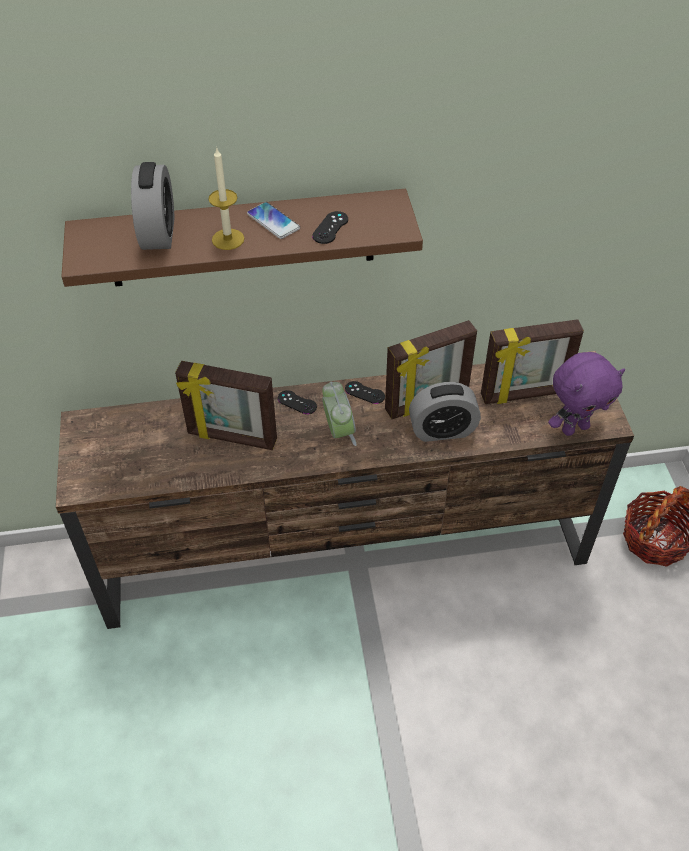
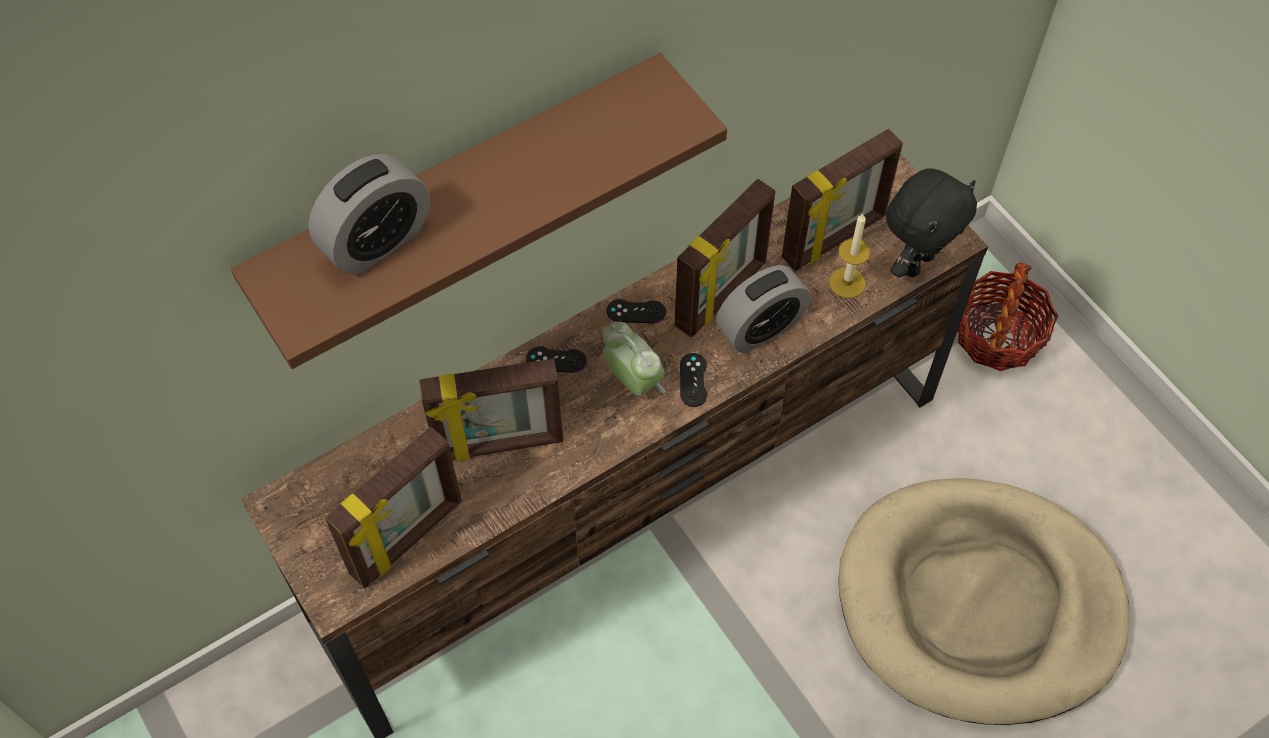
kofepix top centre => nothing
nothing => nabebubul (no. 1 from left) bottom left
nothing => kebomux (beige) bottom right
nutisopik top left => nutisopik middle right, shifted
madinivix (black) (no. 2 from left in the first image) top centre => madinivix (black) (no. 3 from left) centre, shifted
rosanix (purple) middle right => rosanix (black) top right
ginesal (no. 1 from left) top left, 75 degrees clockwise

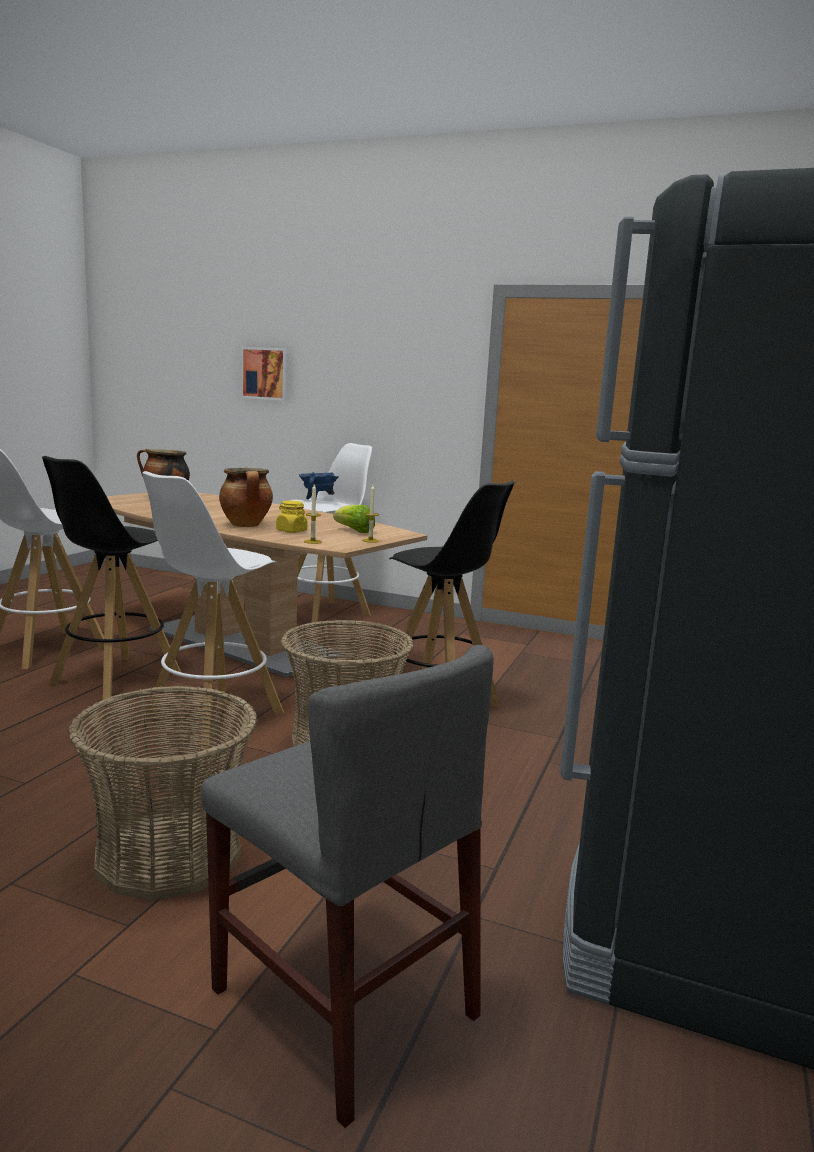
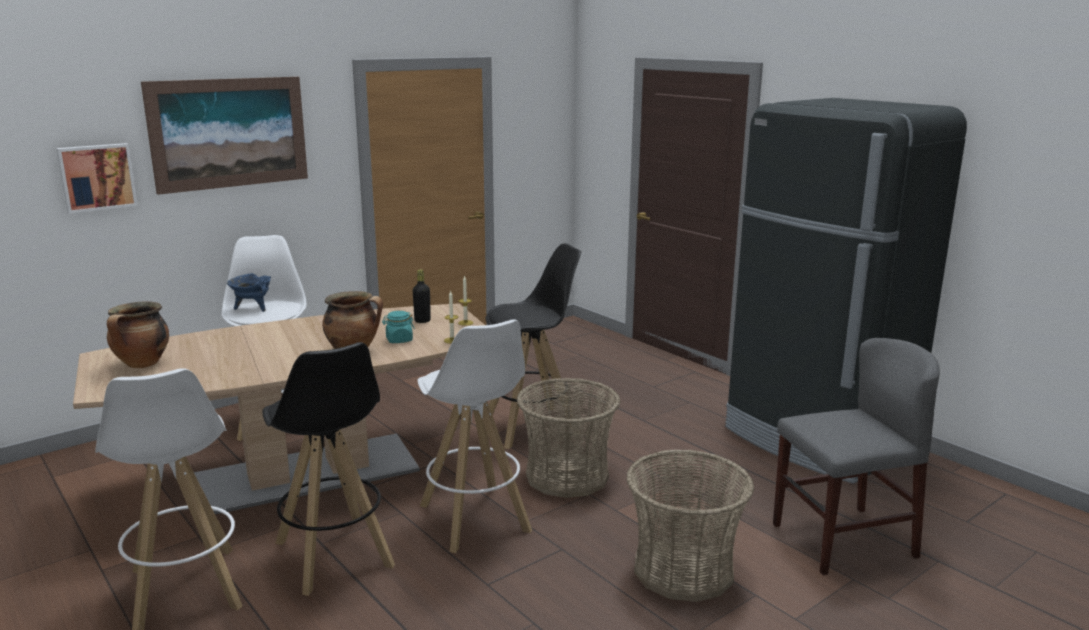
nothing => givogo (no. 2 from left) top left
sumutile centre => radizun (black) centre
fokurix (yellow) centre => fokurix (turquoise) centre

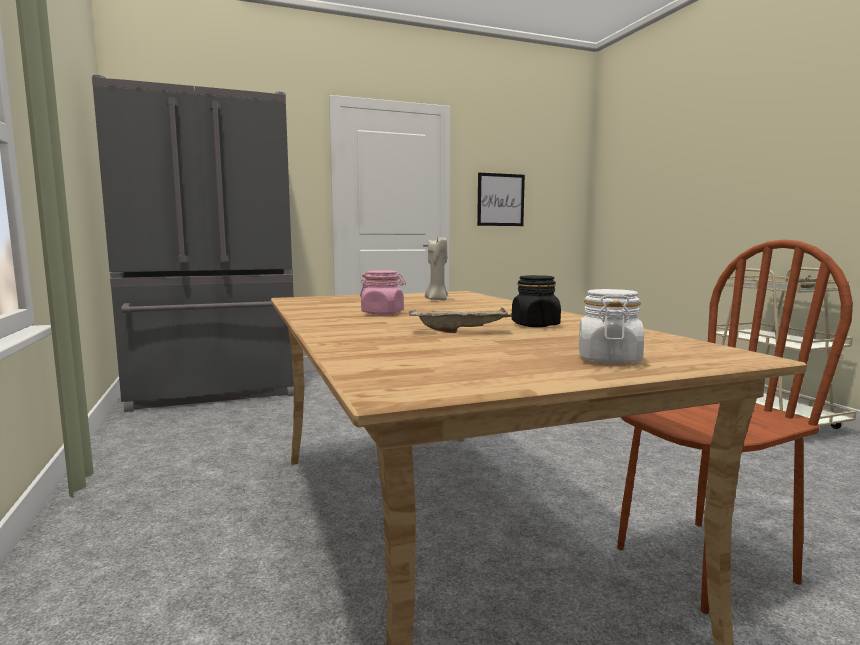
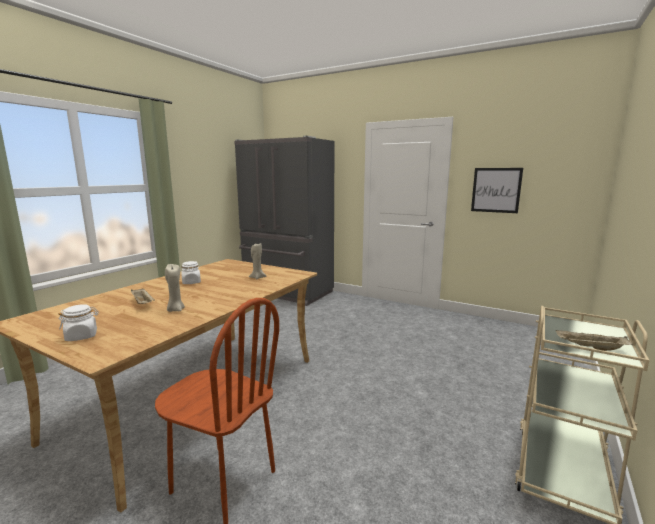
fokurix (black) centre => nutisopik (beige) (no. 1 from left) middle left
fokurix (pink) centre => fokurix (white) (no. 2 from left) middle left

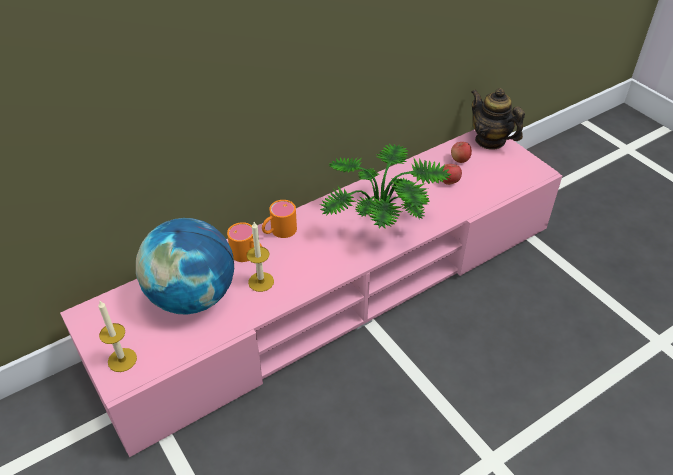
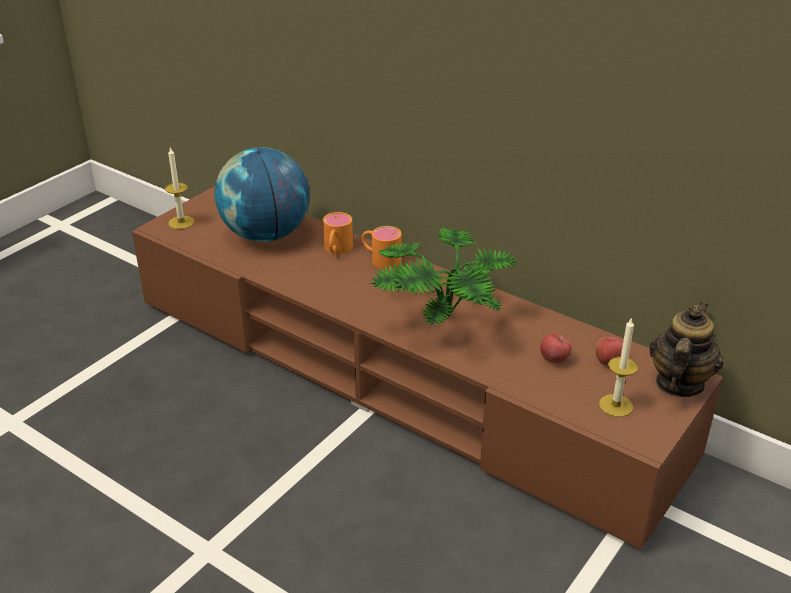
nutisopik (no. 2 from left) centre => nutisopik (no. 2 from left) middle right, shifted
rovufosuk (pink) centre => rovufosuk (brown) centre

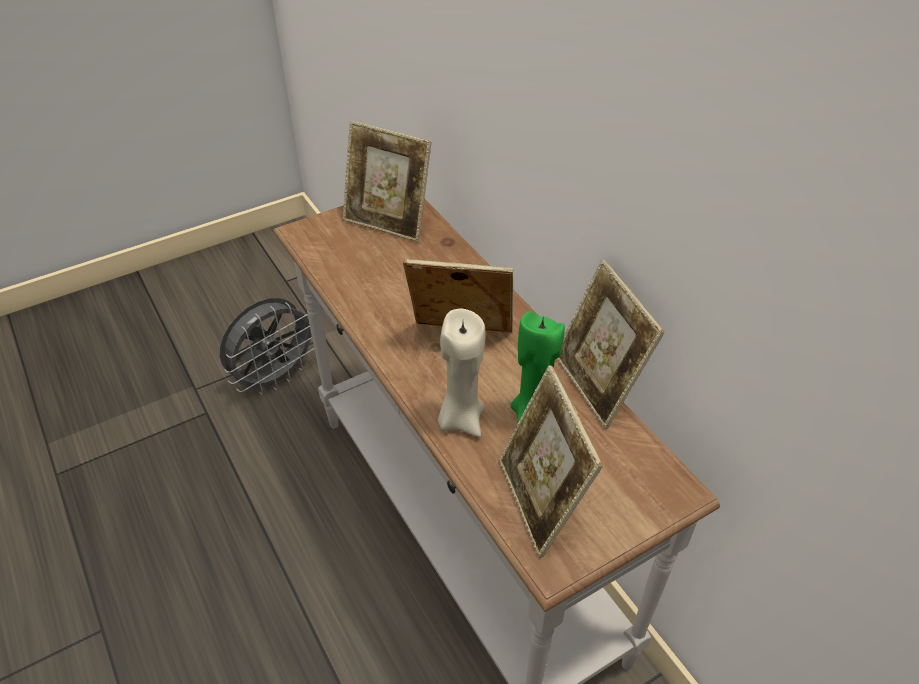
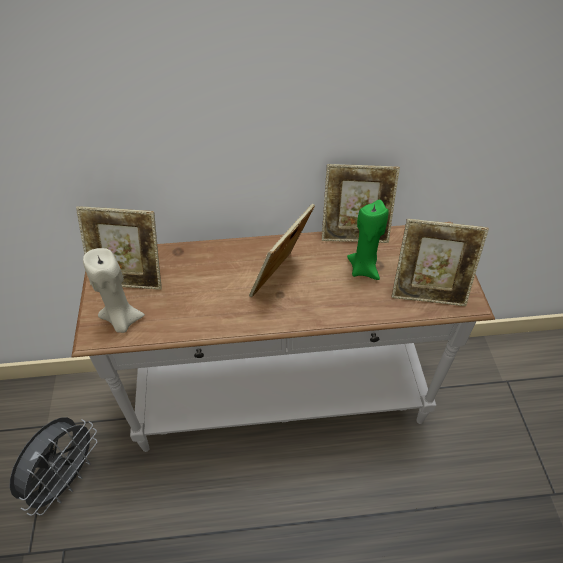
nutisopik (beige) centre => nutisopik (beige) middle left, shifted
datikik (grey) middle left => datikik (grey) bottom left, 45 degrees clockwise
nabebubul (no. 1 from left) top centre => nabebubul (no. 1 from left) middle left, 45 degrees clockwise

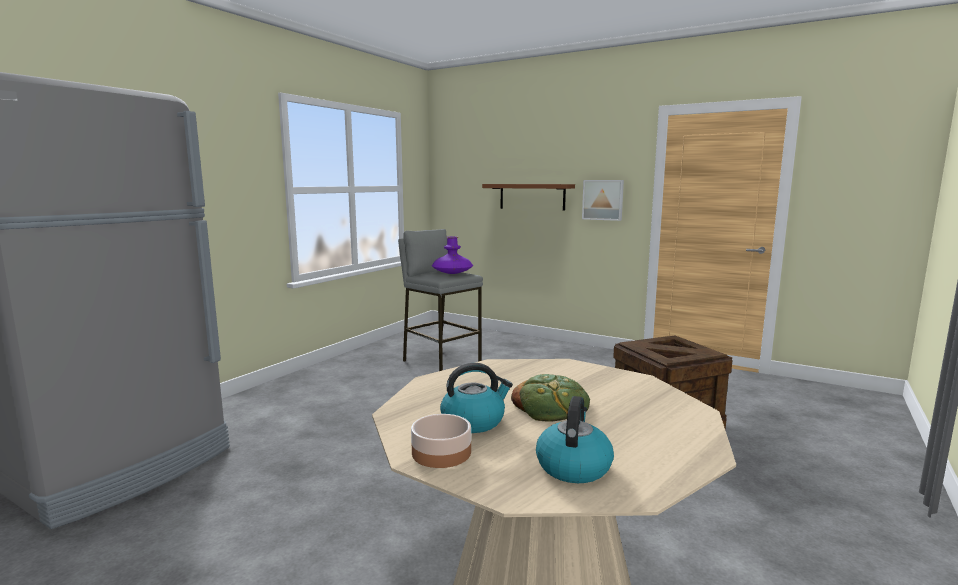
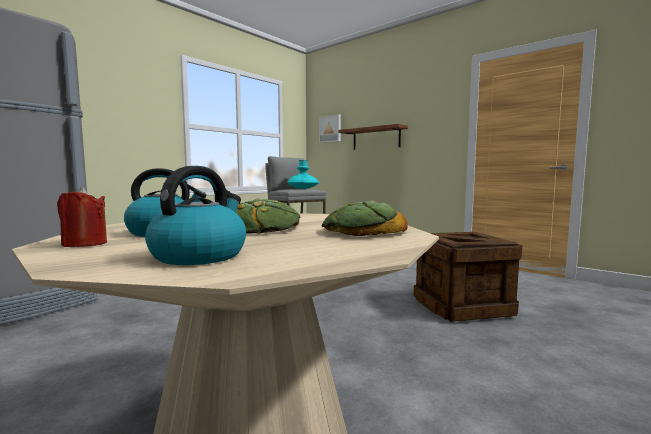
nothing => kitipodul (no. 2 from left) centre
givogo centre => givogo top centre, shifted
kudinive bottom centre => nutisopik (red) middle left
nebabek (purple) centre => nebabek (turquoise) centre

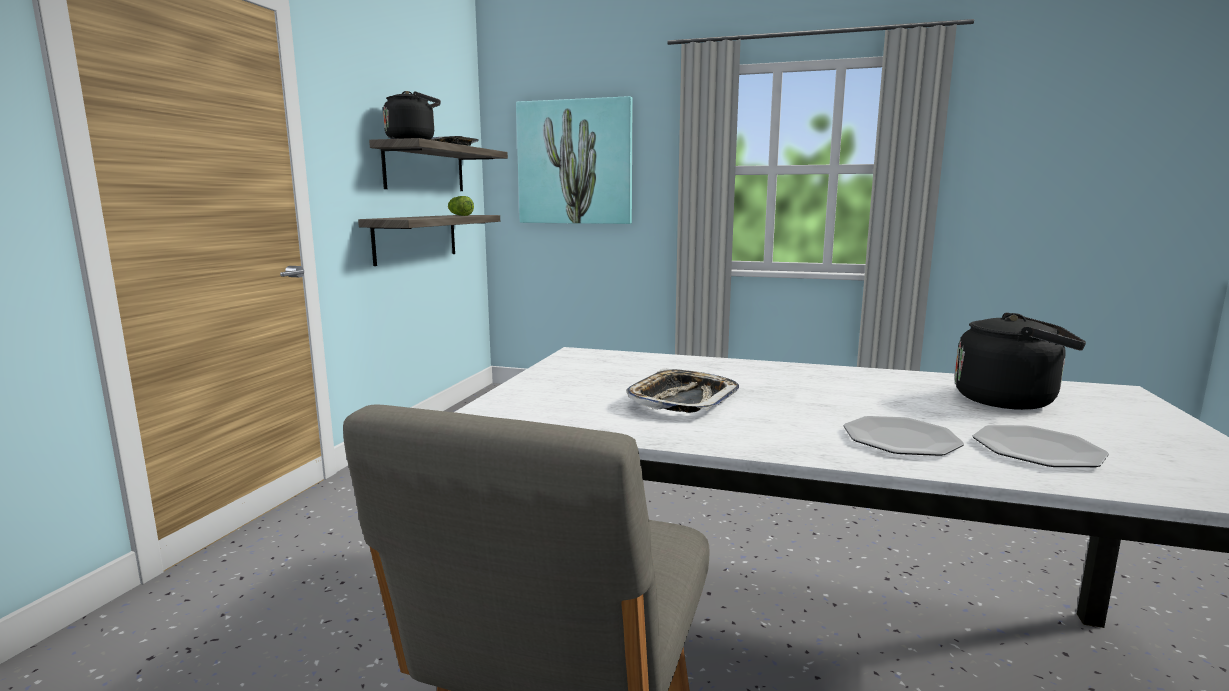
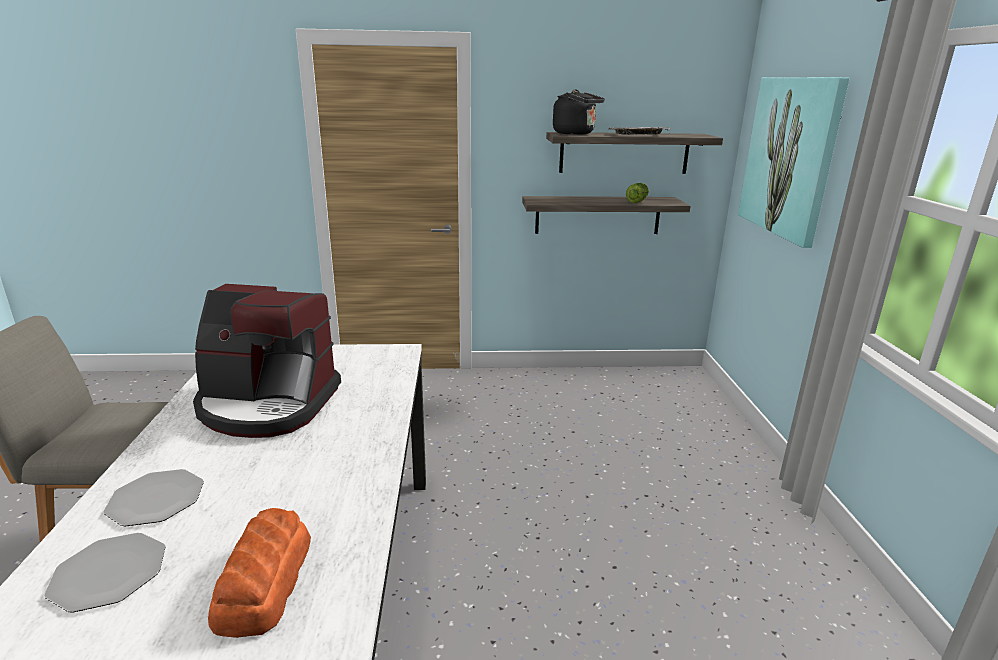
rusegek (no. 2 from left) centre => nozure middle left
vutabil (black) (no. 2 from left) middle right => kitipodul bottom left

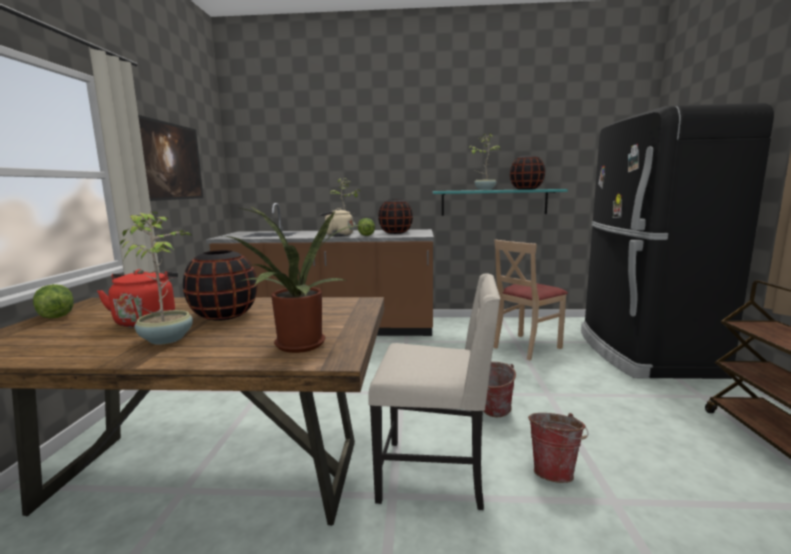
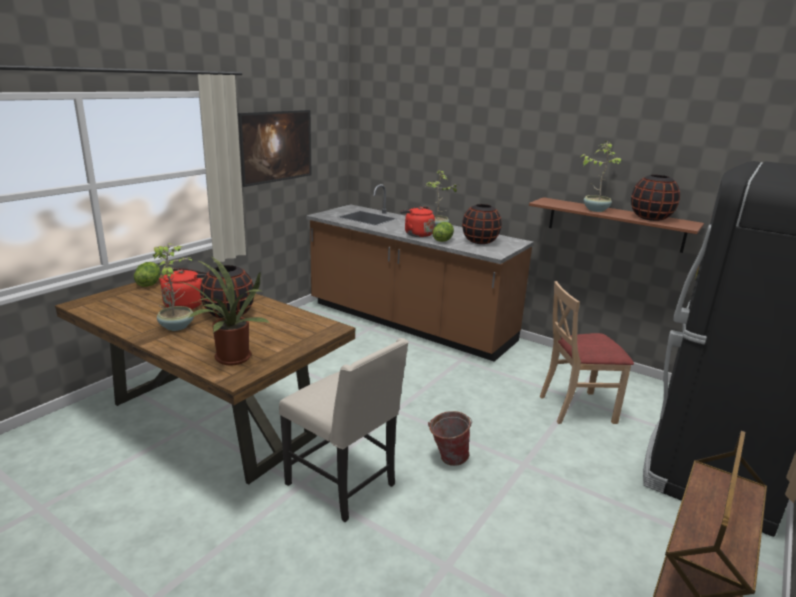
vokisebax (no. 2 from left) bottom right => nothing
vutabil (beige) centre => vutabil (red) (no. 2 from left) centre
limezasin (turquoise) centre => limezasin (brown) middle right

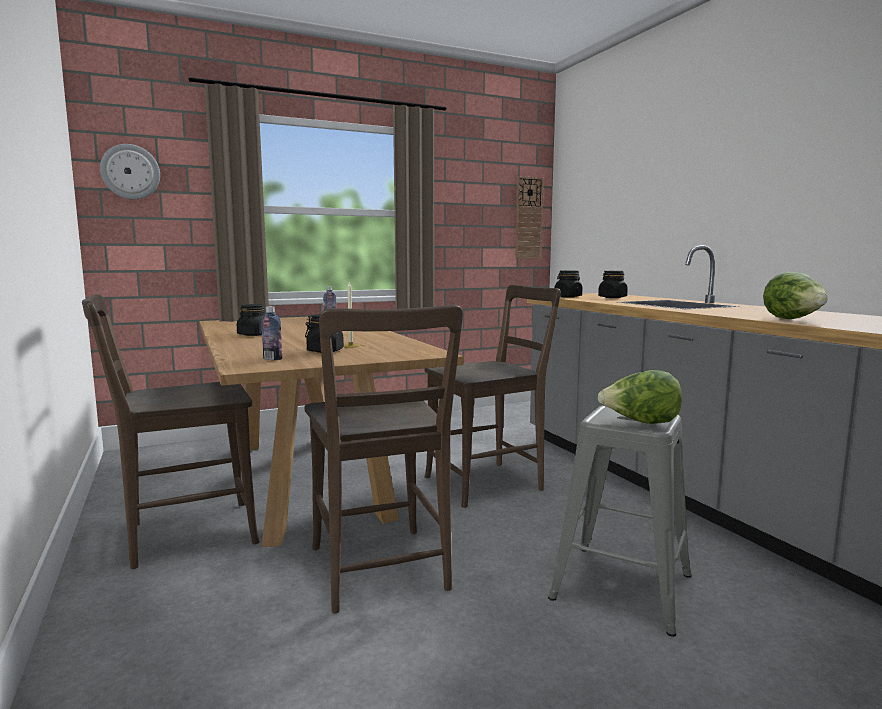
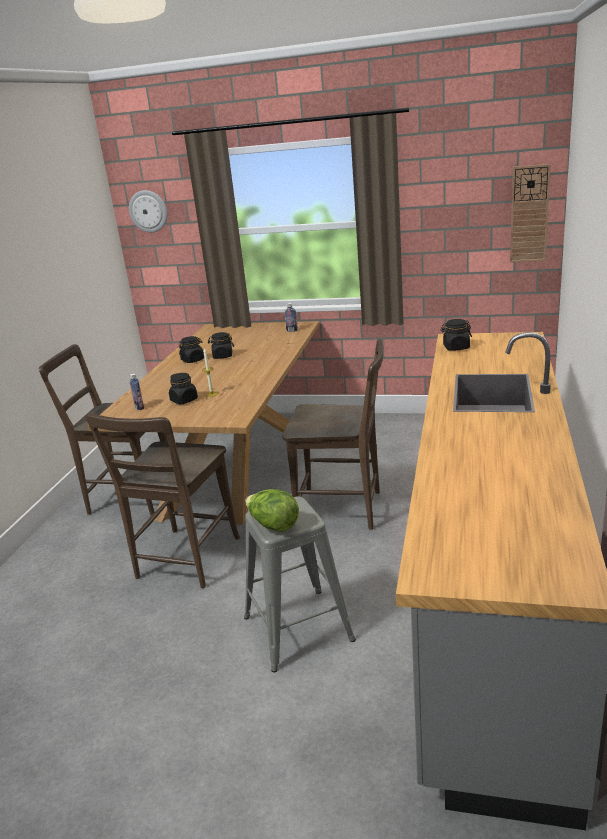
sumutile (no. 2 from left) middle right => nothing
fokurix (black) (no. 4 from left in the first image) middle right => fokurix (black) (no. 3 from left) centre, shifted

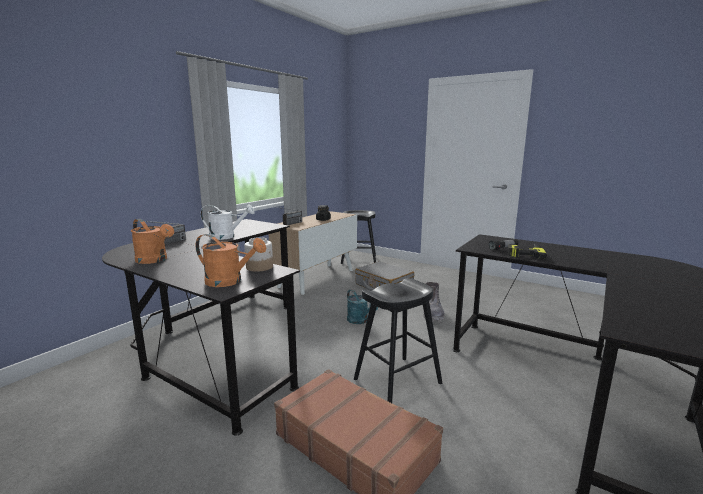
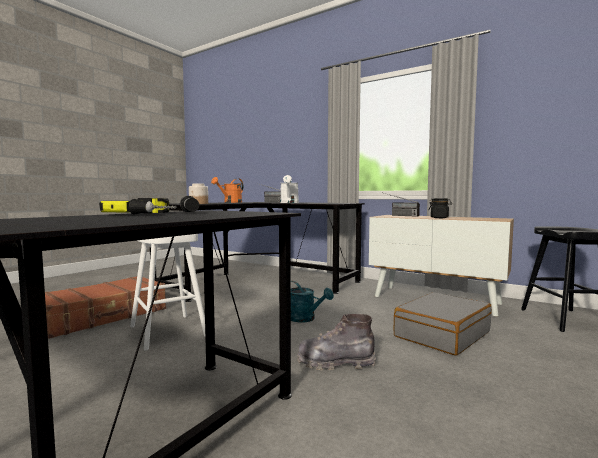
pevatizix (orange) (no. 2 from left) middle left => nothing
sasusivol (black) (no. 2 from left) bottom centre => sasusivol (white) middle left
pevatizix (turquoise) centre, 105 degrees counterclockwise

